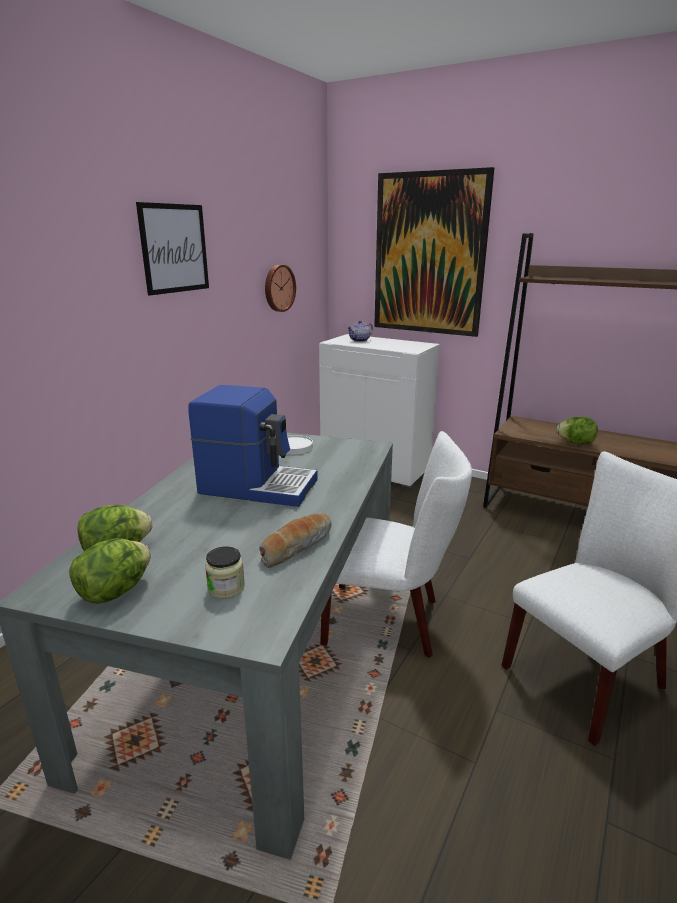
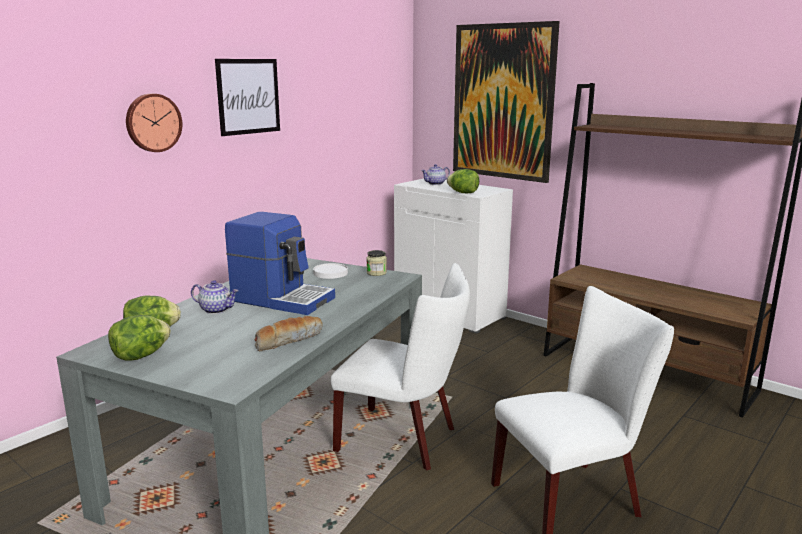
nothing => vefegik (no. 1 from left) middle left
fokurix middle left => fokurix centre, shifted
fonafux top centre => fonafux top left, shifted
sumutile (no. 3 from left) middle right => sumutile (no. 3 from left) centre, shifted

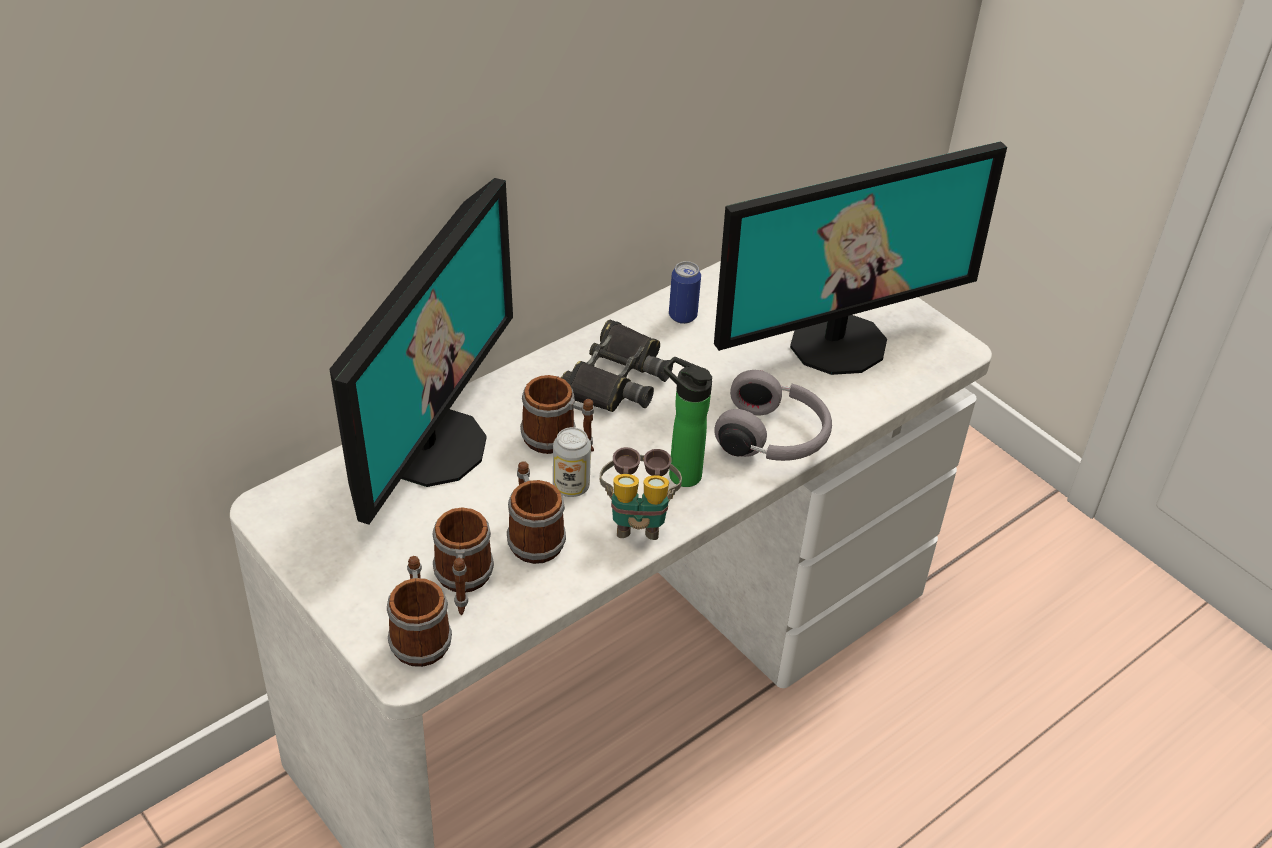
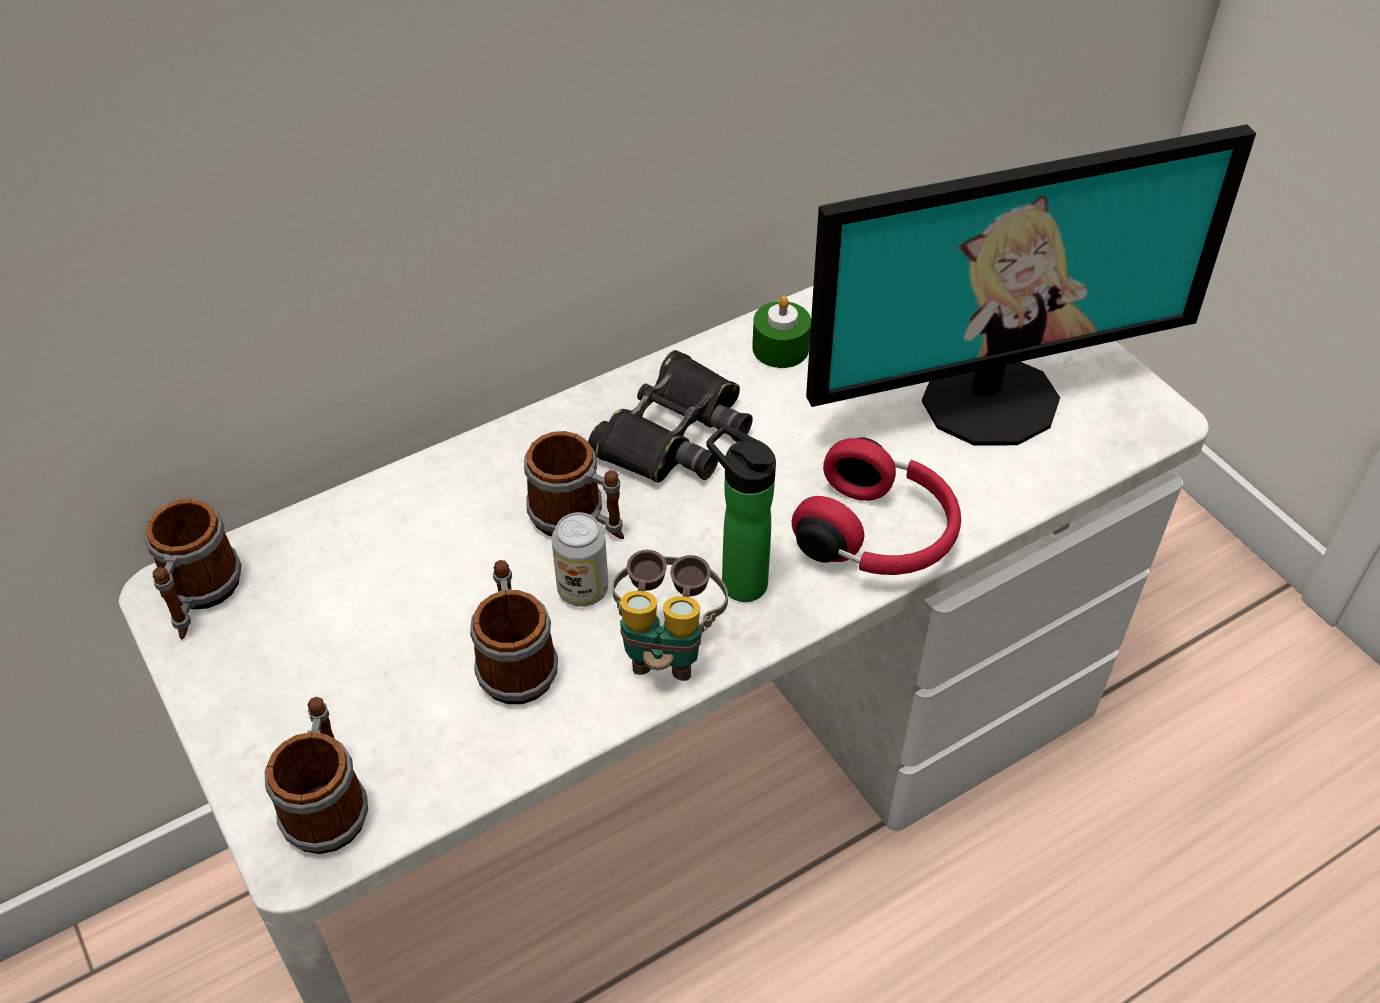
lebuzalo (no. 1 from left) middle left => nothing
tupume (no. 2 from left in the first image) centre => tupume (no. 1 from left) middle left, shifted
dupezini (no. 2 from left) centre => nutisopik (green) top centre
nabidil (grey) centre => nabidil (red) centre

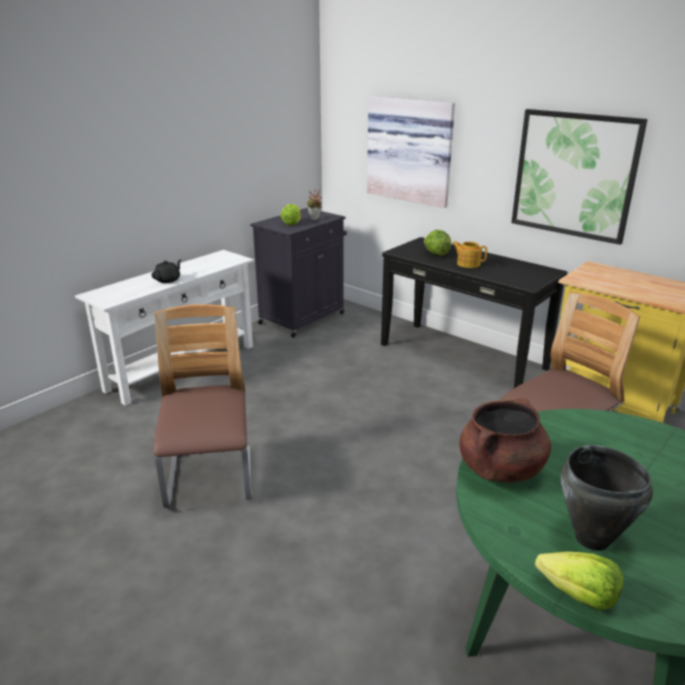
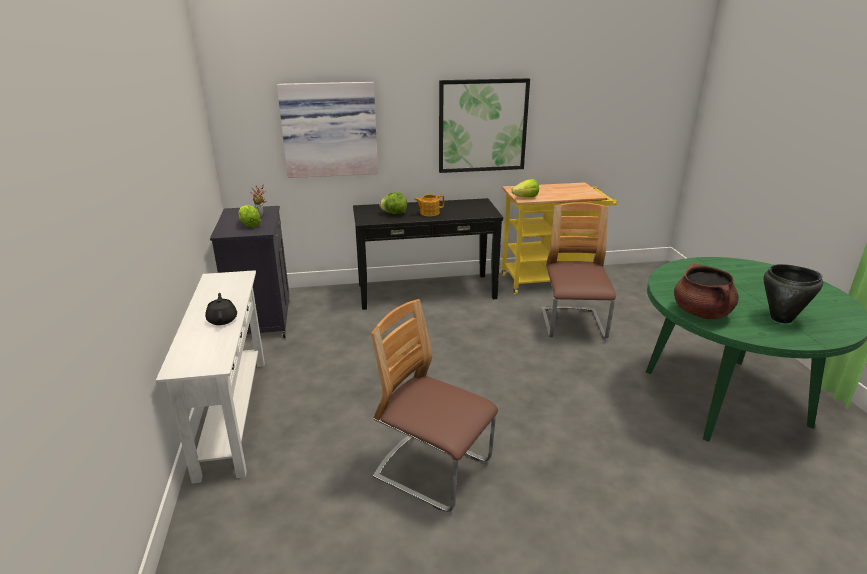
sumutile (no. 3 from left) bottom right => sumutile (no. 3 from left) top centre, shifted

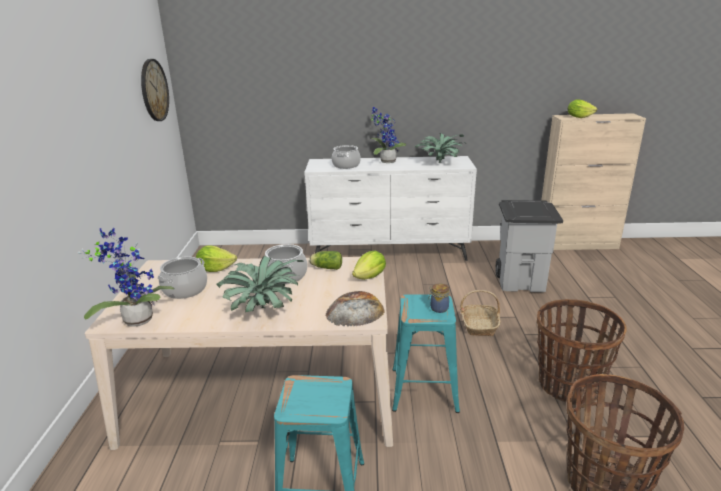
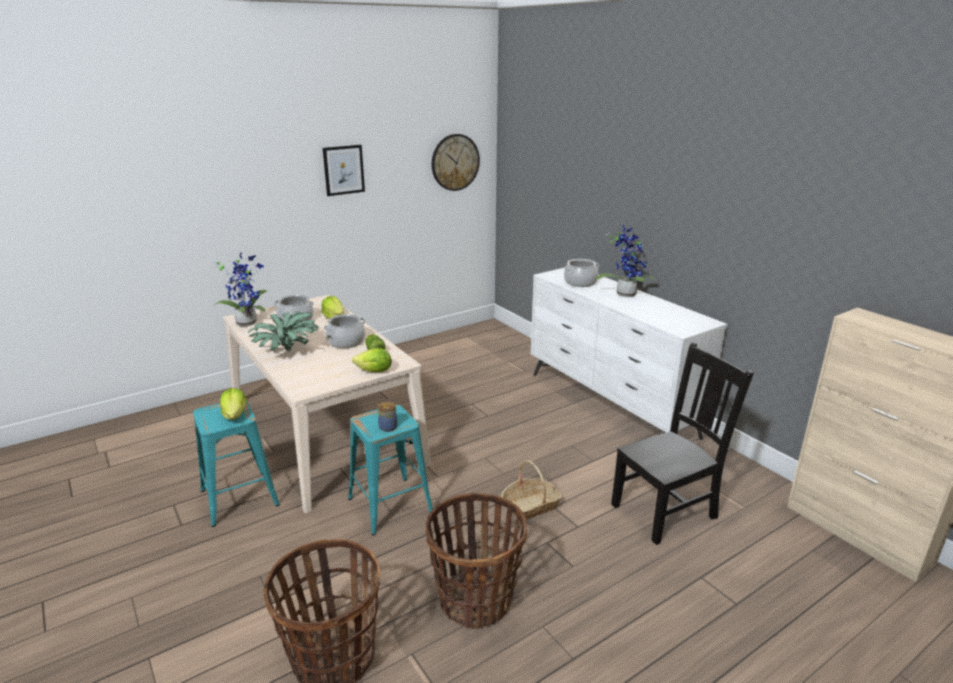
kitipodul centre => nothing
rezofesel (no. 4 from left) top centre => nothing
nothing => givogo top centre
sumutile (no. 4 from left in the first image) top right => sumutile (no. 1 from left) middle left, shifted
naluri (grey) middle right => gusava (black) middle right

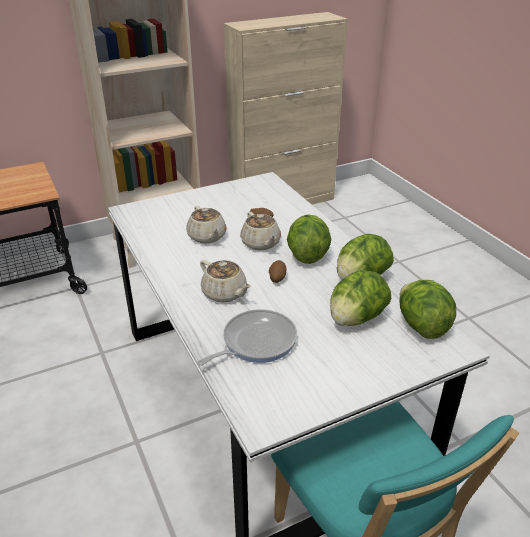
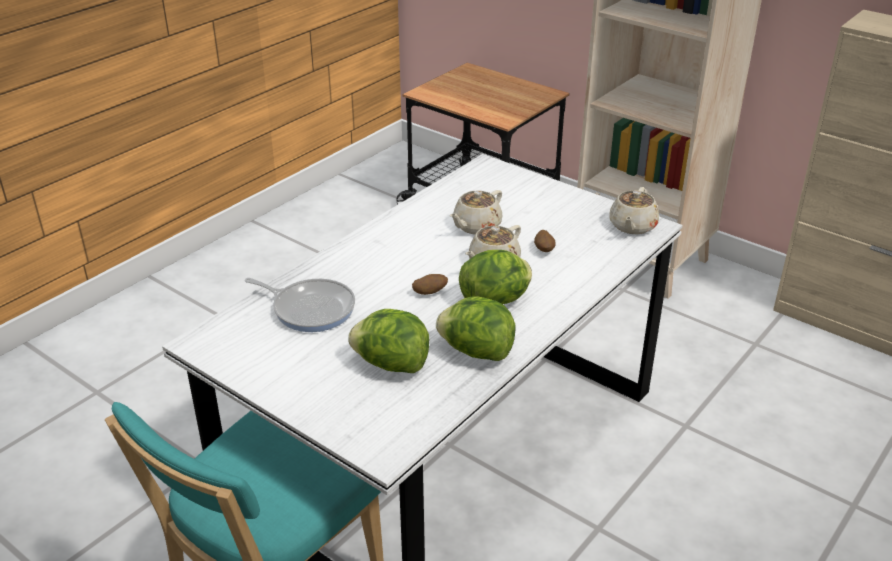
sumutile (no. 4 from left) middle right => nothing
vefegik (beige) (no. 2 from left in the first image) centre => vefegik (beige) (no. 3 from left) middle right, shifted

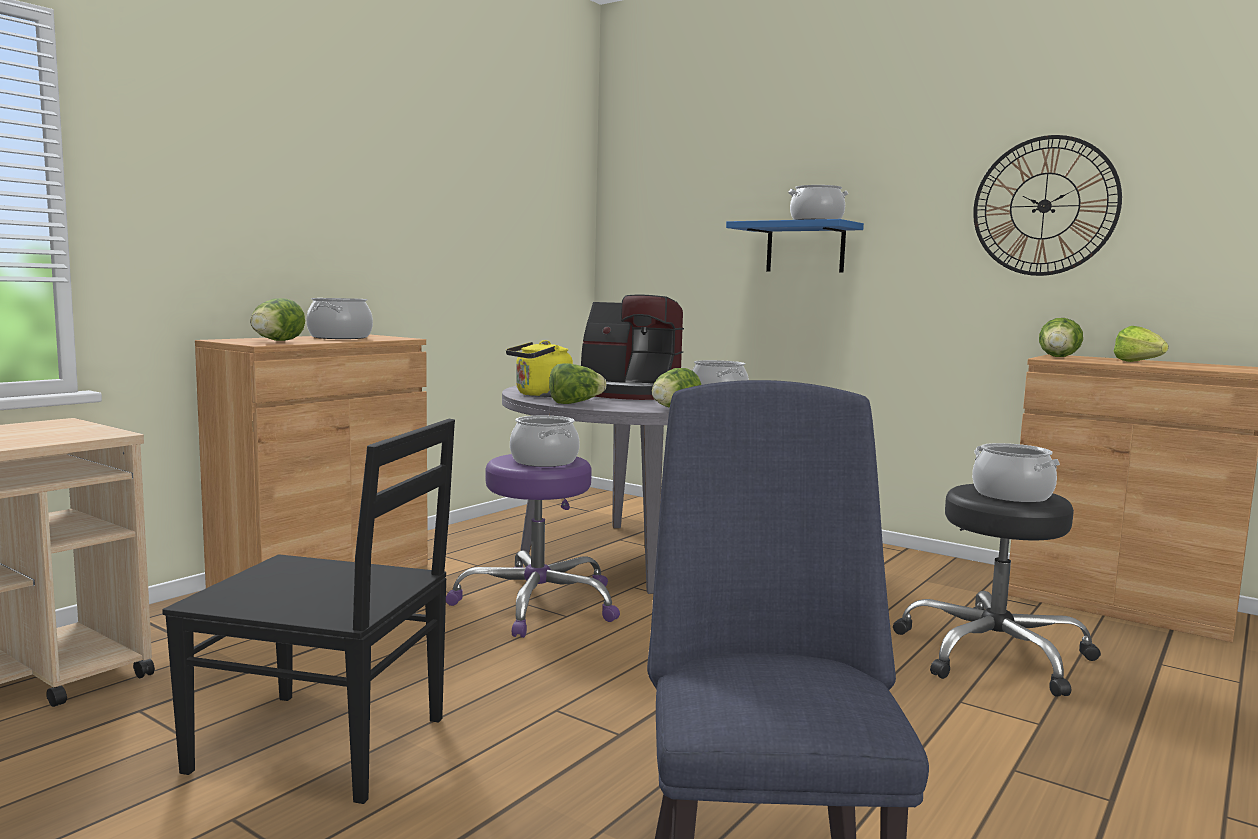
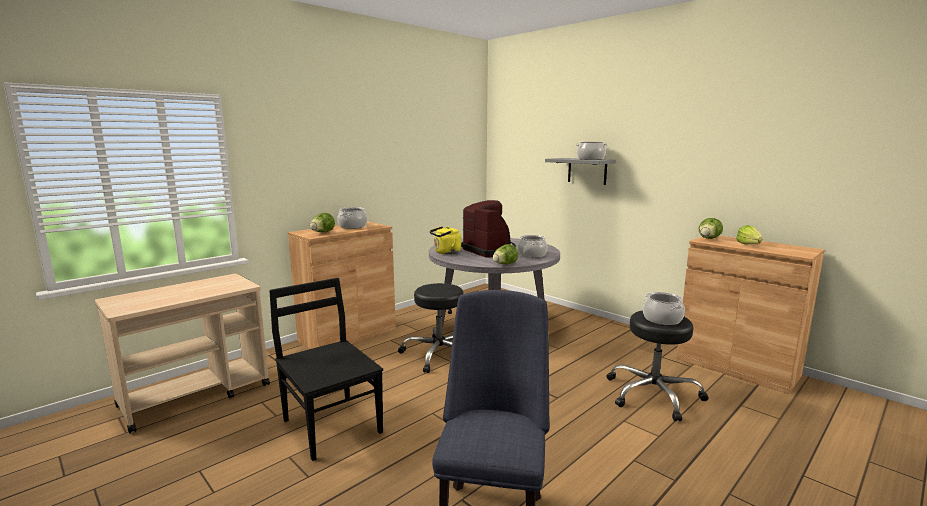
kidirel (no. 2 from left) centre => nothing
sumutile (no. 2 from left) centre => nothing
fonafux top right => nothing
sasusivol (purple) centre => sasusivol (black) (no. 1 from left) centre
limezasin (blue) top centre => limezasin (grey) centre
gusava (black) bottom left => gusava (black) bottom centre, 150 degrees counterclockwise
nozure centre, 150 degrees counterclockwise

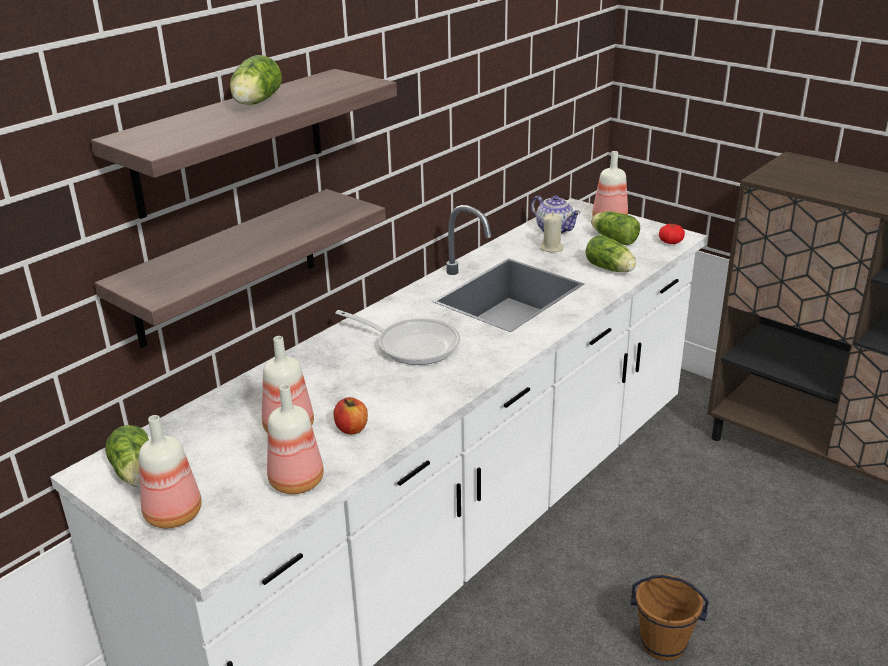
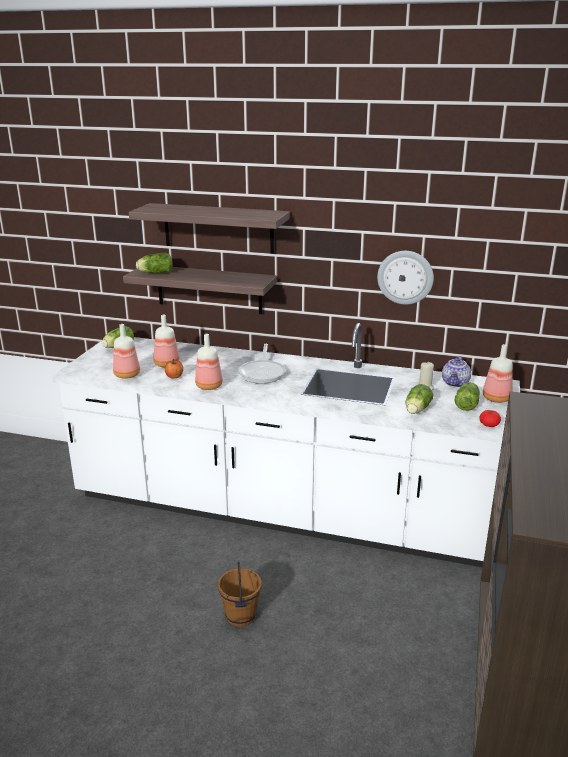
nothing => fonafux middle right
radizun (no. 1 from left in the first image) bottom left => radizun (no. 3 from left) centre, shifted
sumutile (no. 2 from left) top left => sumutile (no. 2 from left) middle left, shifted

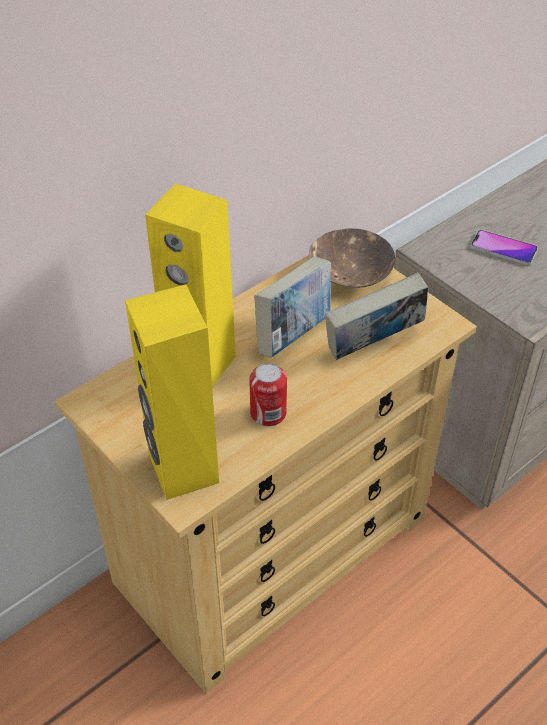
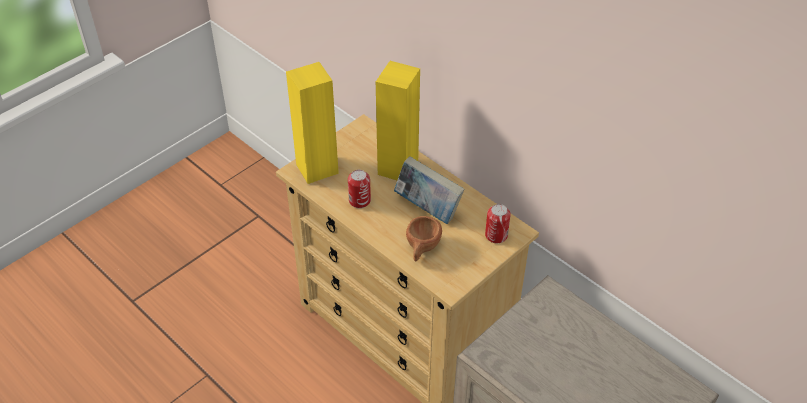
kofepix middle right => nothing
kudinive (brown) centre => dupezini (no. 2 from left) centre
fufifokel (no. 2 from left) middle right => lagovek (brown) centre

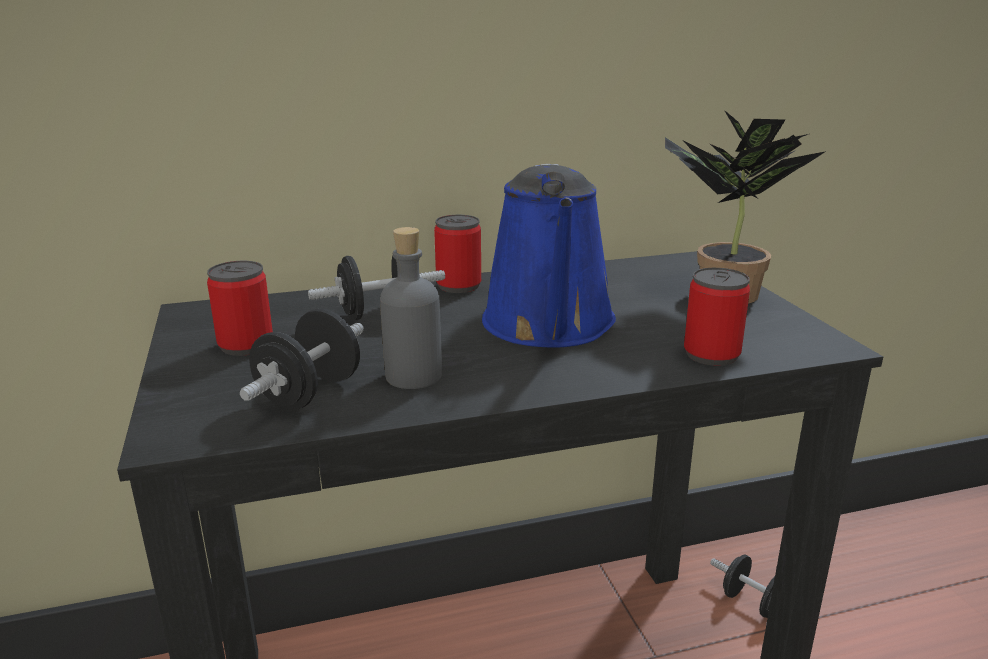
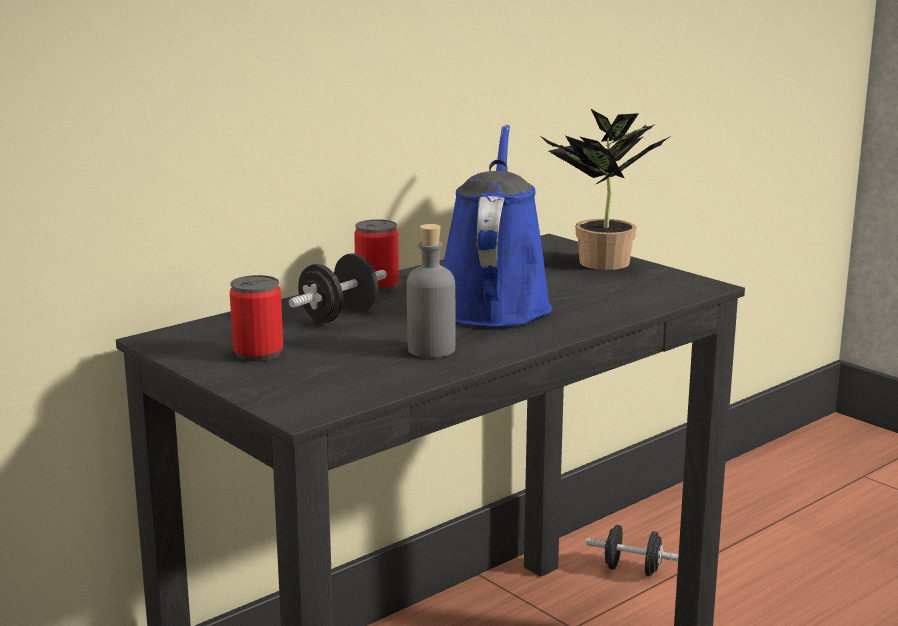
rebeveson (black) (no. 1 from left) middle left => nothing
dupezini (no. 3 from left) middle right => nothing
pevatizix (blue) centre, 150 degrees counterclockwise

